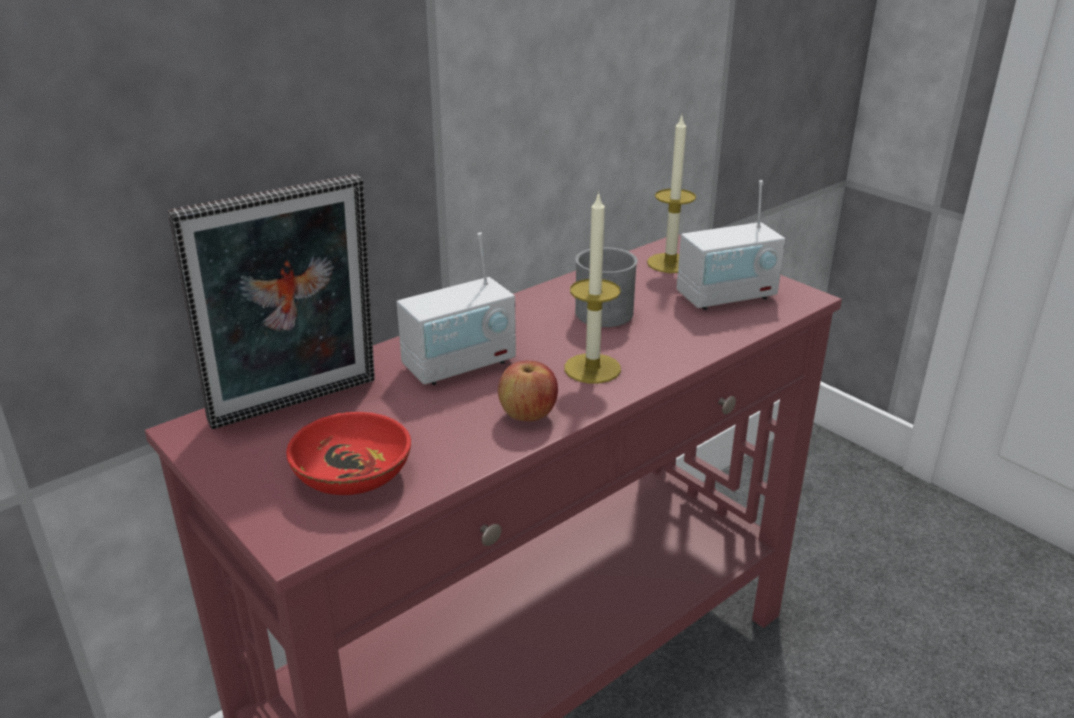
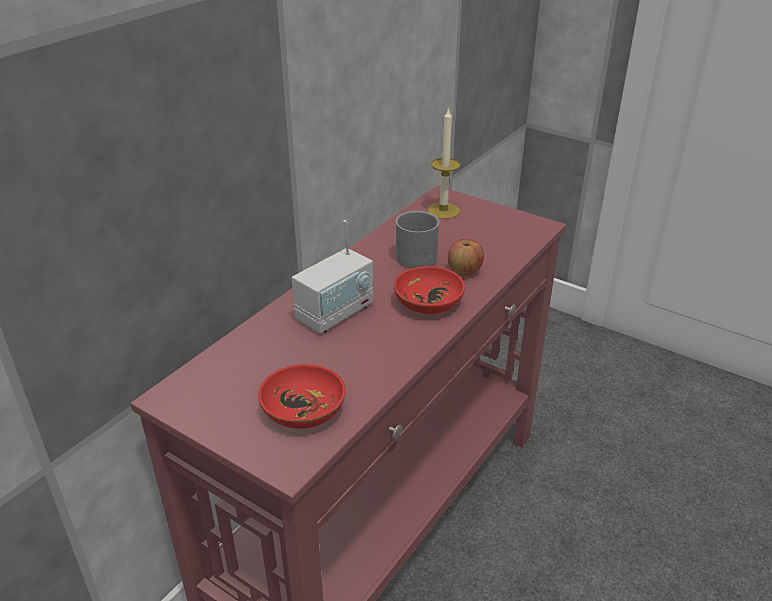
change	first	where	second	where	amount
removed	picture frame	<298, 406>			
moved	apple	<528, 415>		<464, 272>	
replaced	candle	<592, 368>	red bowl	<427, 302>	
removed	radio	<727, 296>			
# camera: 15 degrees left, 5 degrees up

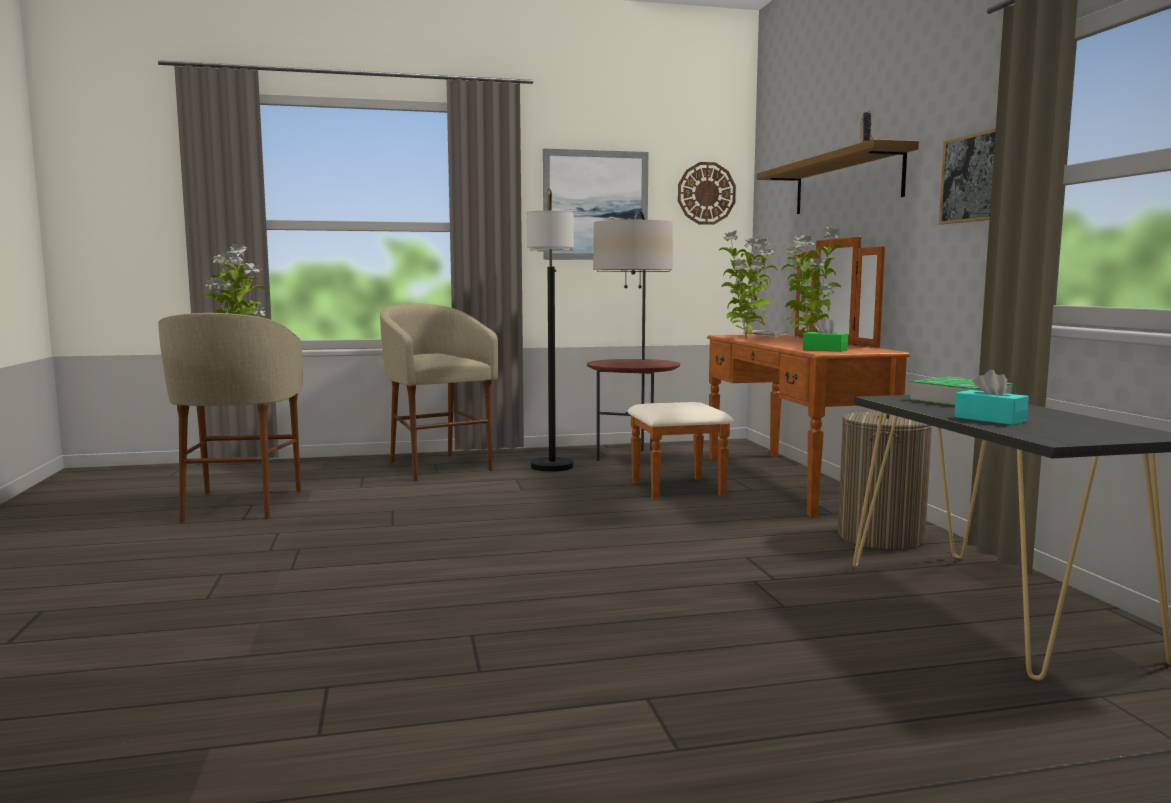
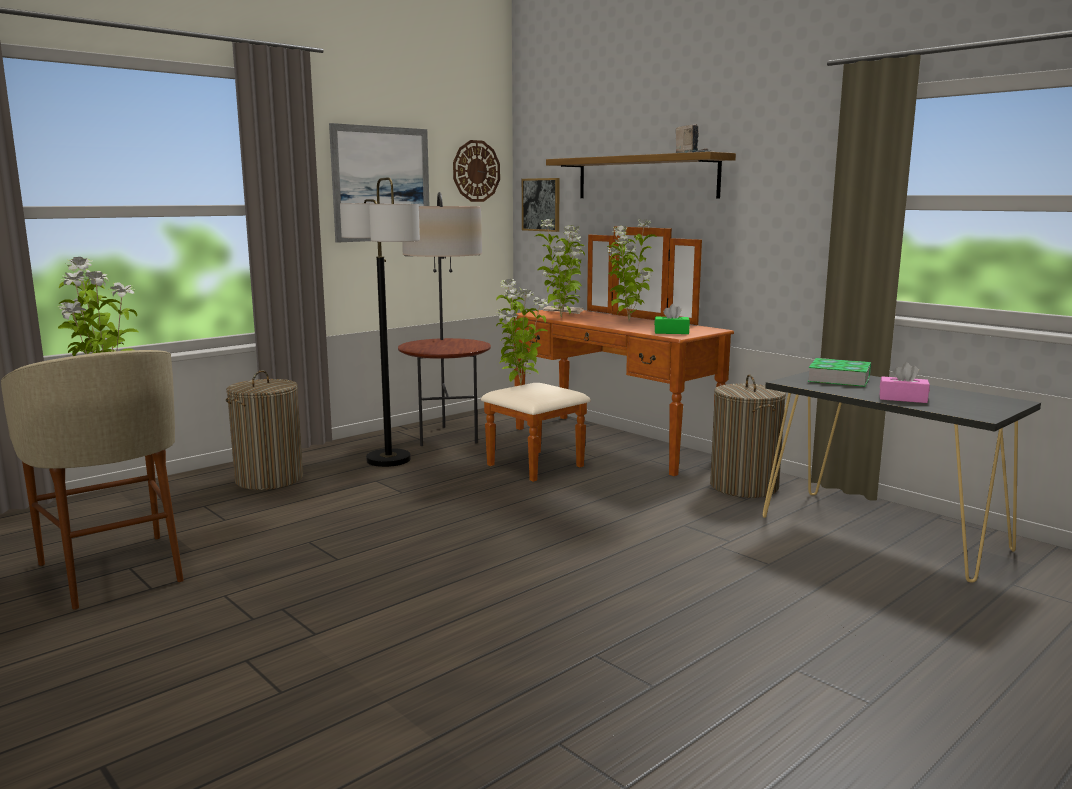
change	first	where	second	where	amount
replaced	beige stool	<437, 466>	laundry basket	<269, 479>	
moved	picture	<973, 178>		<541, 204>	
recoloured	turquoise tissue box	<990, 419>	pink tissue box	<903, 398>	
added			potted plant	<519, 385>	
# camera: 30 degrees left, 5 degrees up

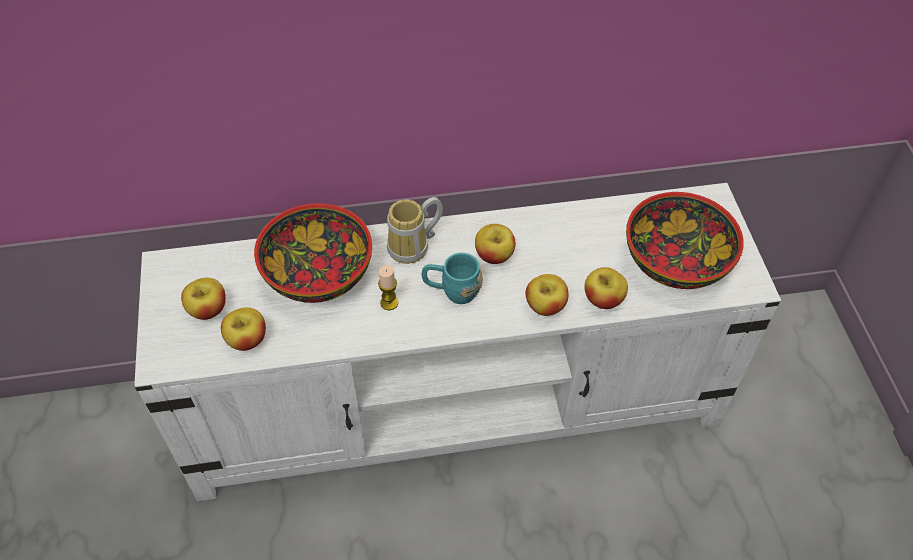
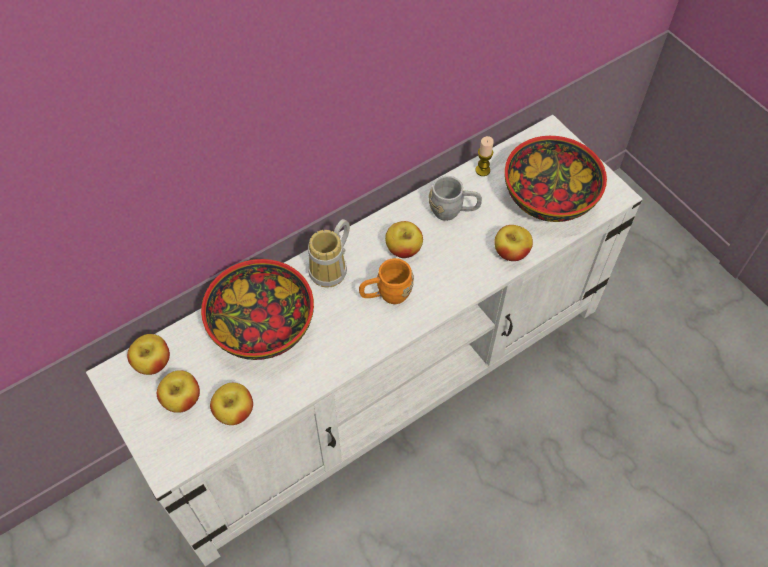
change	first	where	second	where	amount
moved	candle	<389, 303>		<482, 170>	
recoloured	turquoise mug	<452, 291>	orange mug	<386, 295>	
moved	apple	<545, 306>		<153, 363>	
added			grey mug	<453, 211>	
# camera: 25 degrees left, 5 degrees up

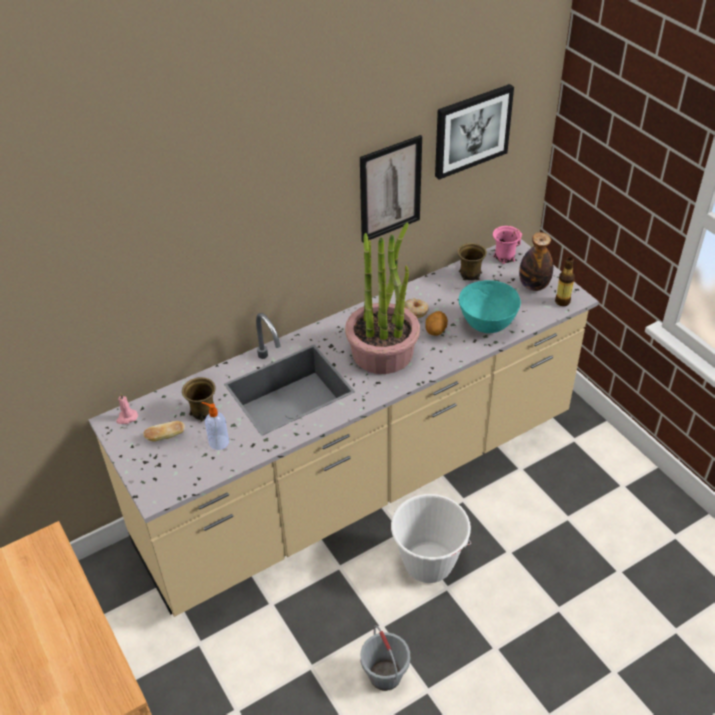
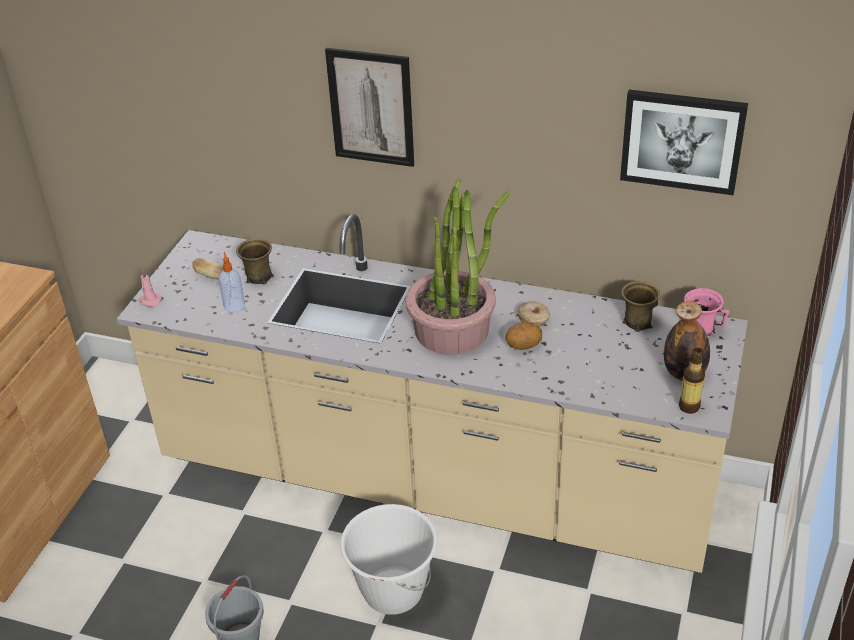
change	first	where	second	where	amount
moved	pink candle	<127, 418>		<149, 301>	
moved	picture	<390, 189>		<371, 107>	
removed	turquoise bowl	<487, 325>			
# camera: 50 degrees right, 5 degrees down

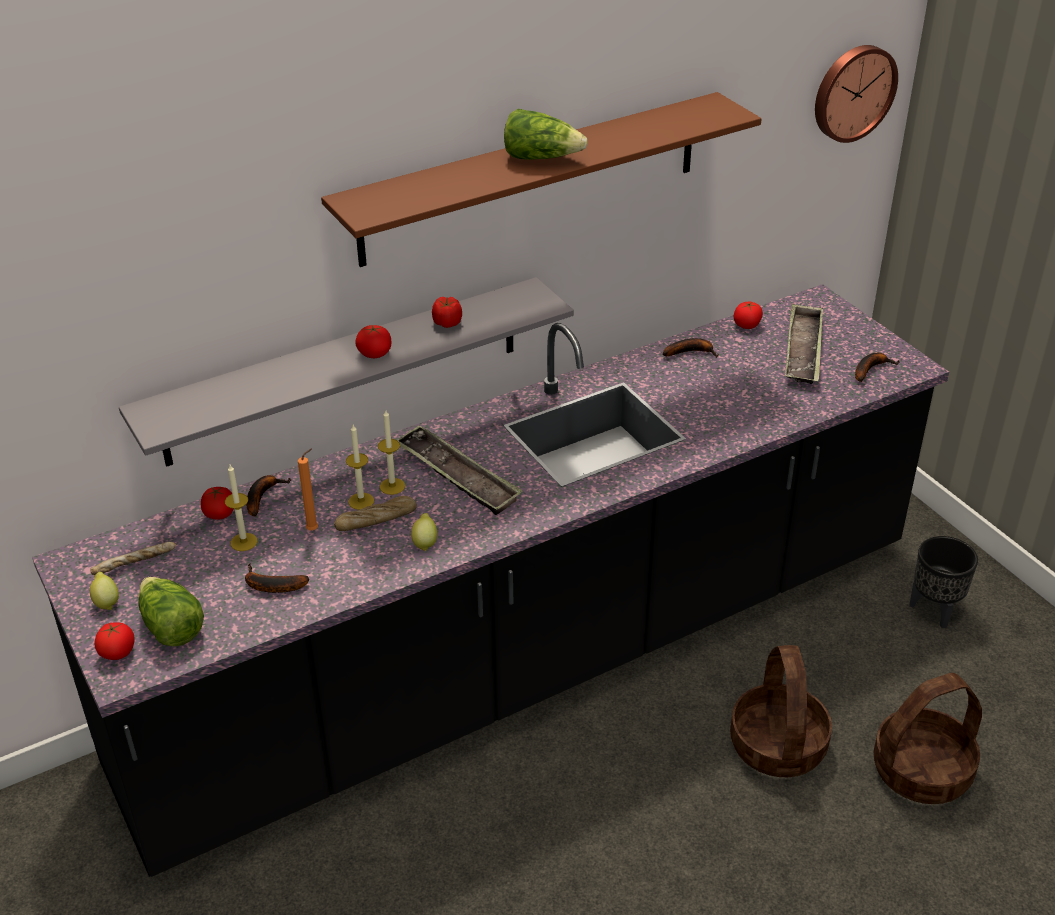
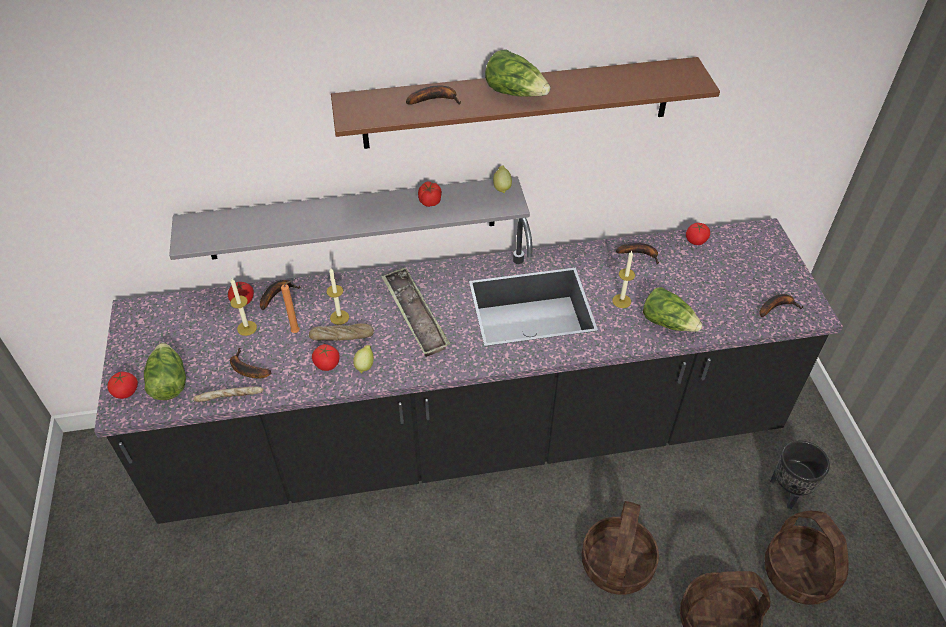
change	first	where	second	where	amount
moved	bread	<135, 565>		<230, 398>	
moved	lemon	<106, 602>		<502, 187>	
moved	tomato	<374, 353>		<327, 364>	
moved	candle	<392, 486>		<621, 301>	
removed	tray	<803, 350>			
removed	wall clock	<852, 92>			
added			banana	<435, 99>	
added			lettuce	<668, 322>	
added			basket	<800, 573>	
# camera: 20 degrees right, 10 degrees up

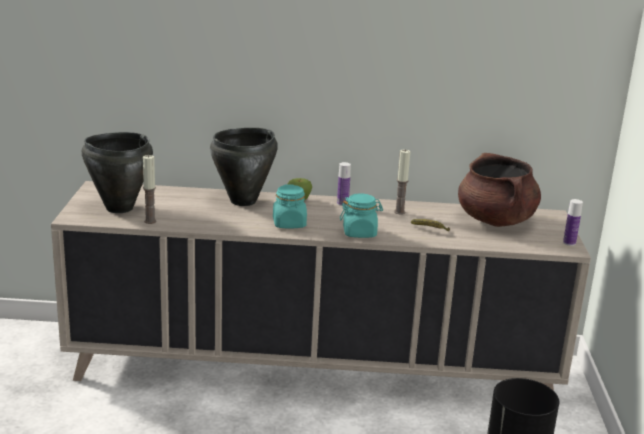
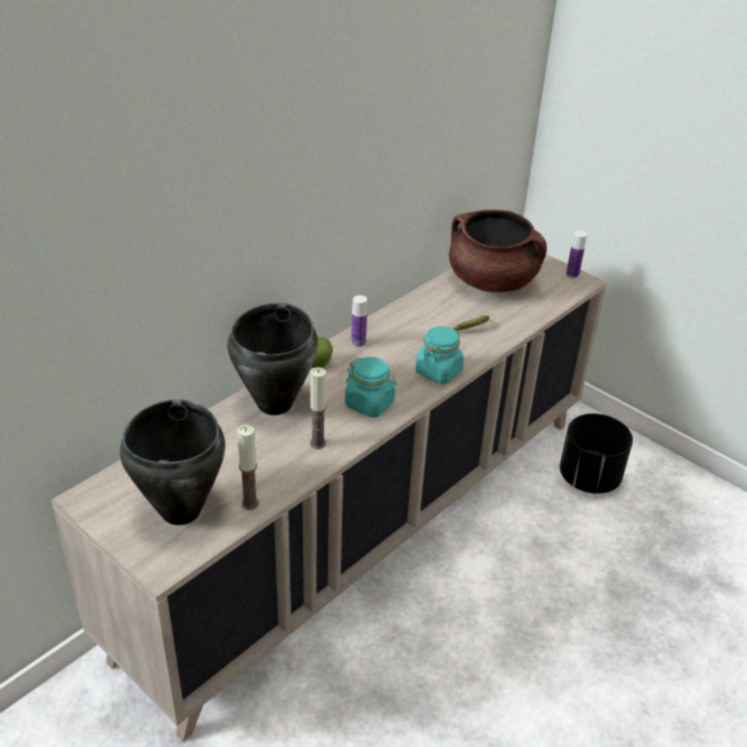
change	first	where	second	where	amount
moved	candle	<399, 212>		<318, 443>	
# camera: 50 degrees left, 15 degrees up

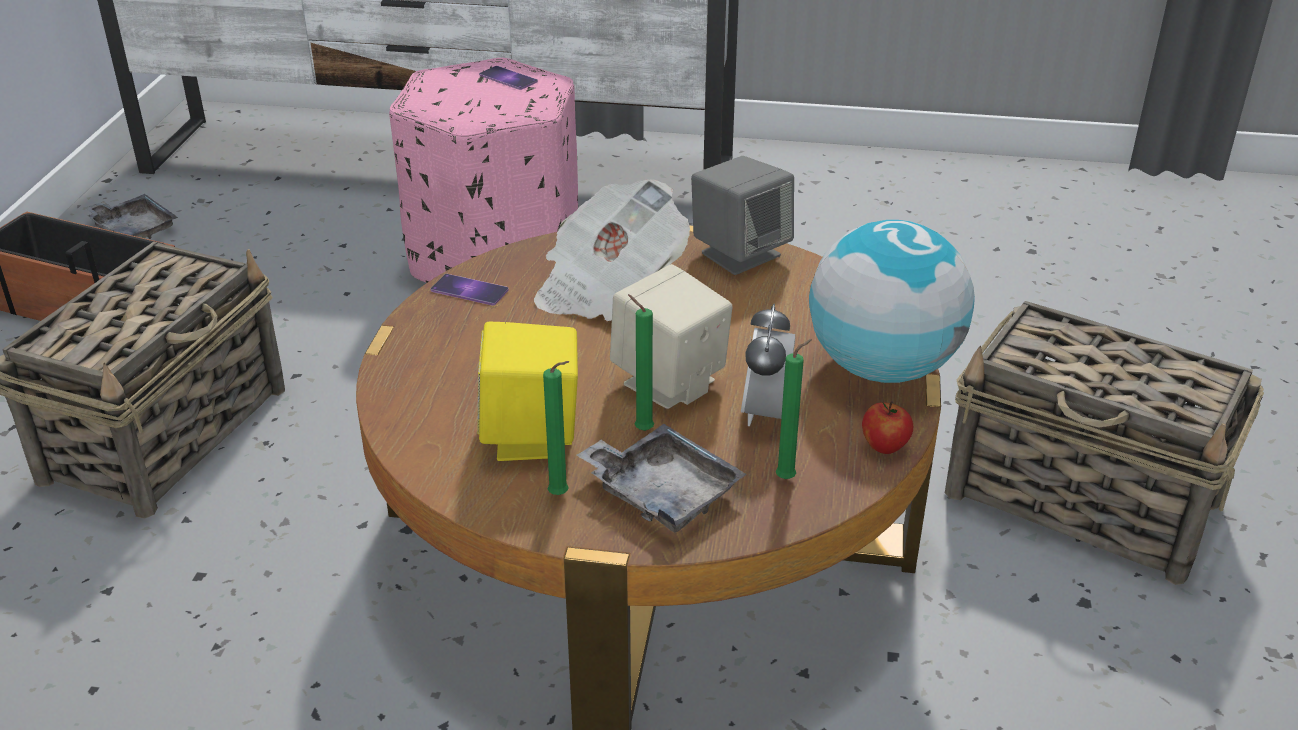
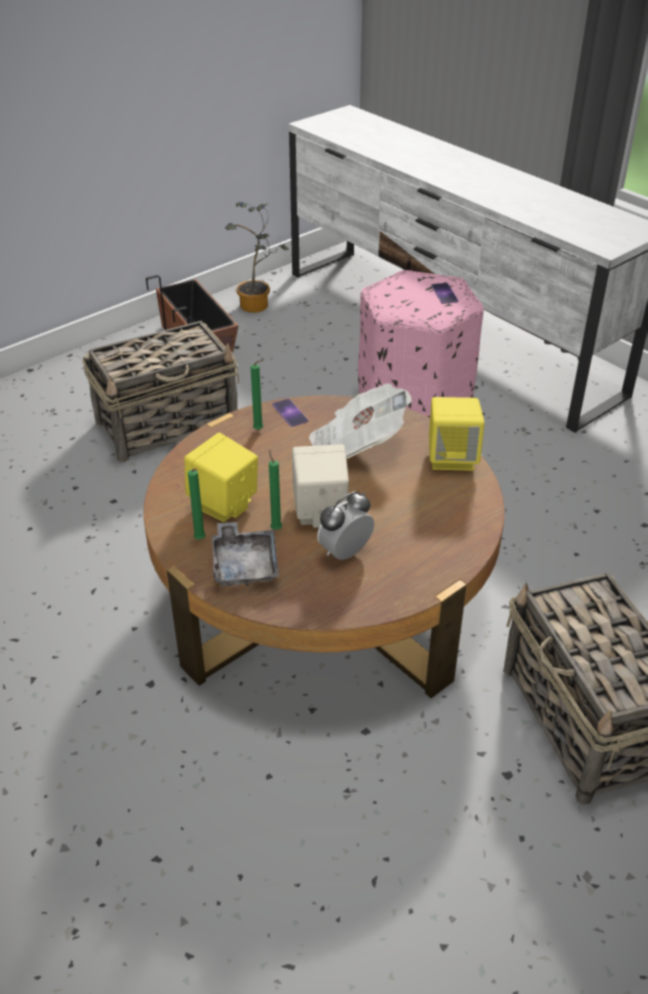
change	first	where	second	where	amount
replaced	grey tray	<133, 229>	potted plant	<258, 307>	
recoloured	grey speaker	<740, 254>	yellow speaker	<452, 458>	
moved	green candle	<788, 478>		<260, 430>	
removed	globe	<882, 367>			
removed	apple	<885, 447>			
# camera: 40 degrees right, 5 degrees up

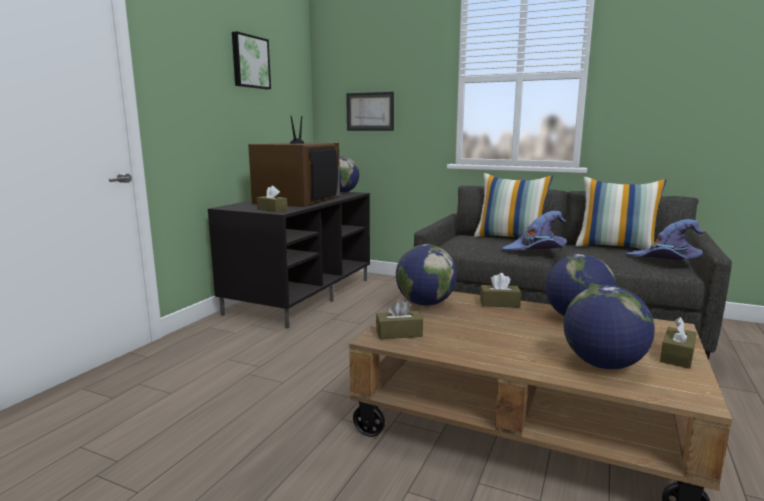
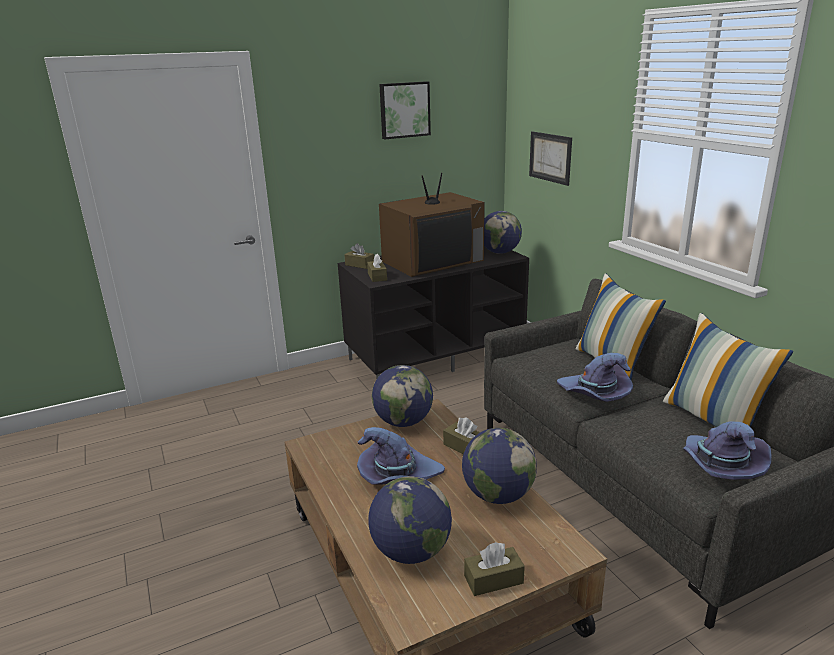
change	first	where	second	where	amount
moved	brown tissue box	<399, 333>		<359, 265>	
added			purple hat	<397, 474>	
# camera: 40 degrees right, 10 degrees up

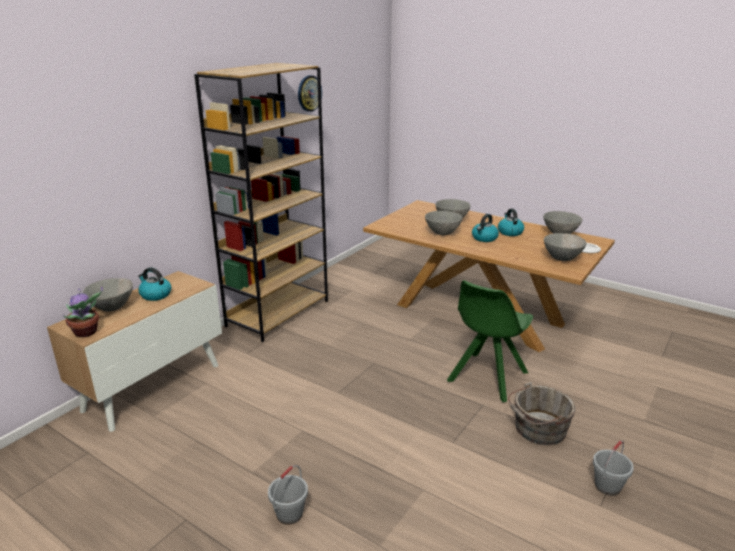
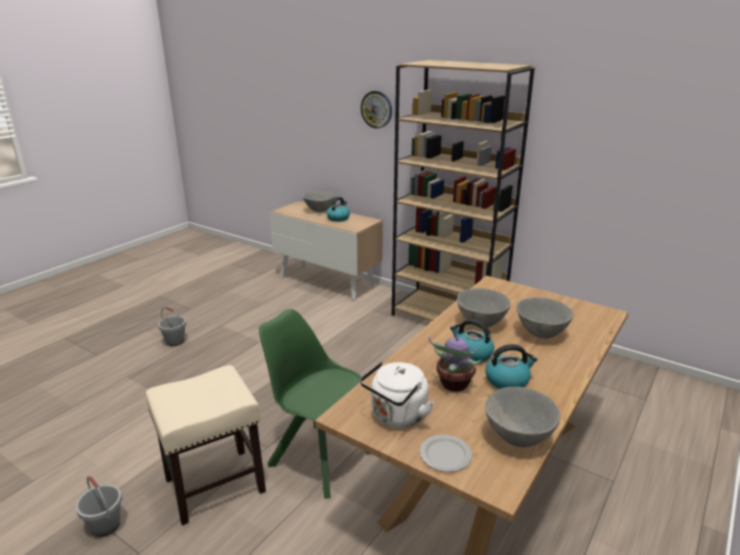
change	first	where	second	where	amount
moved	potted plant	<86, 332>		<453, 385>	
moved	wall clock	<309, 93>		<376, 109>	
replaced	grey bucket	<537, 429>	beige stool	<213, 486>	
replaced	grey bowl	<562, 259>	white kettle	<396, 416>	
# camera: 90 degrees right, 0 degrees up

